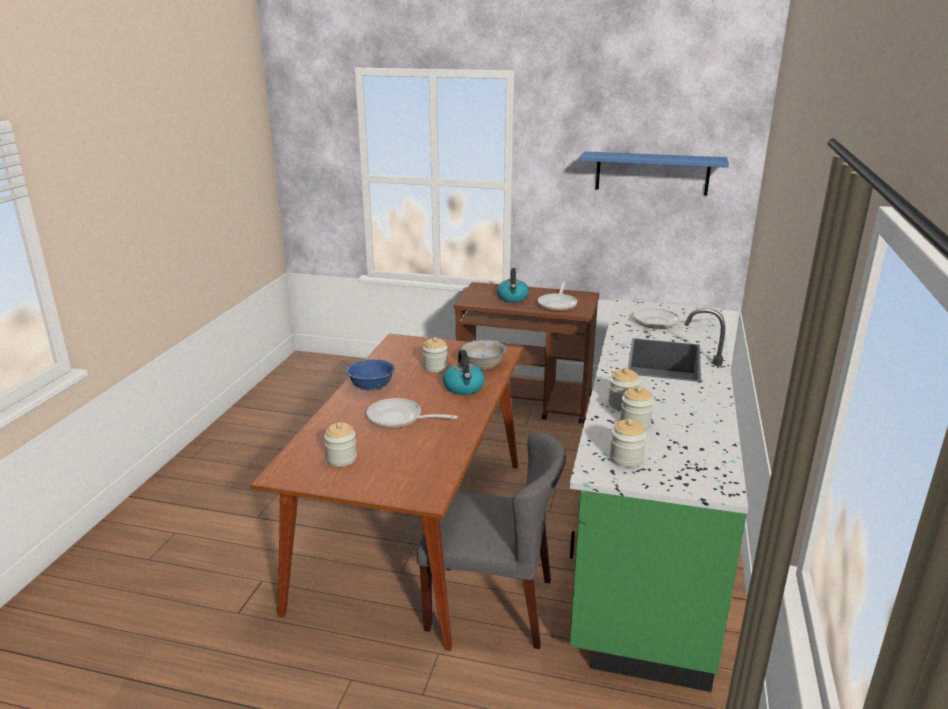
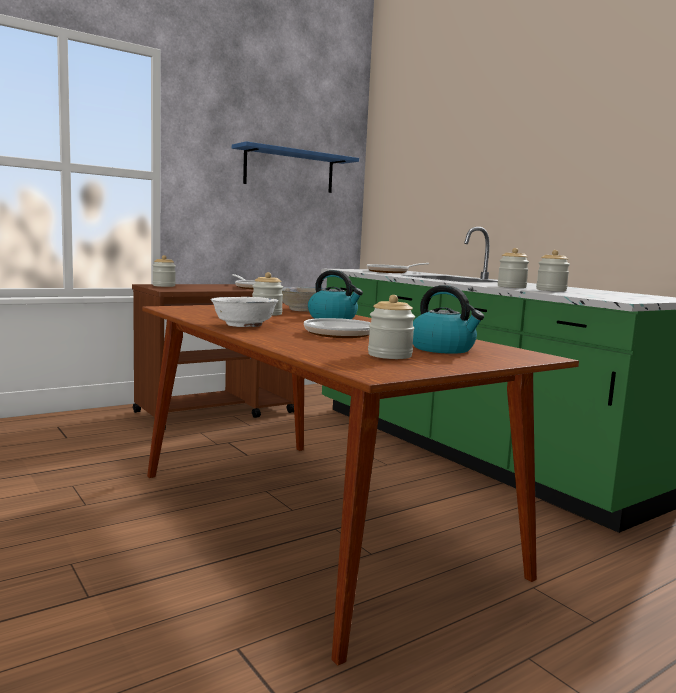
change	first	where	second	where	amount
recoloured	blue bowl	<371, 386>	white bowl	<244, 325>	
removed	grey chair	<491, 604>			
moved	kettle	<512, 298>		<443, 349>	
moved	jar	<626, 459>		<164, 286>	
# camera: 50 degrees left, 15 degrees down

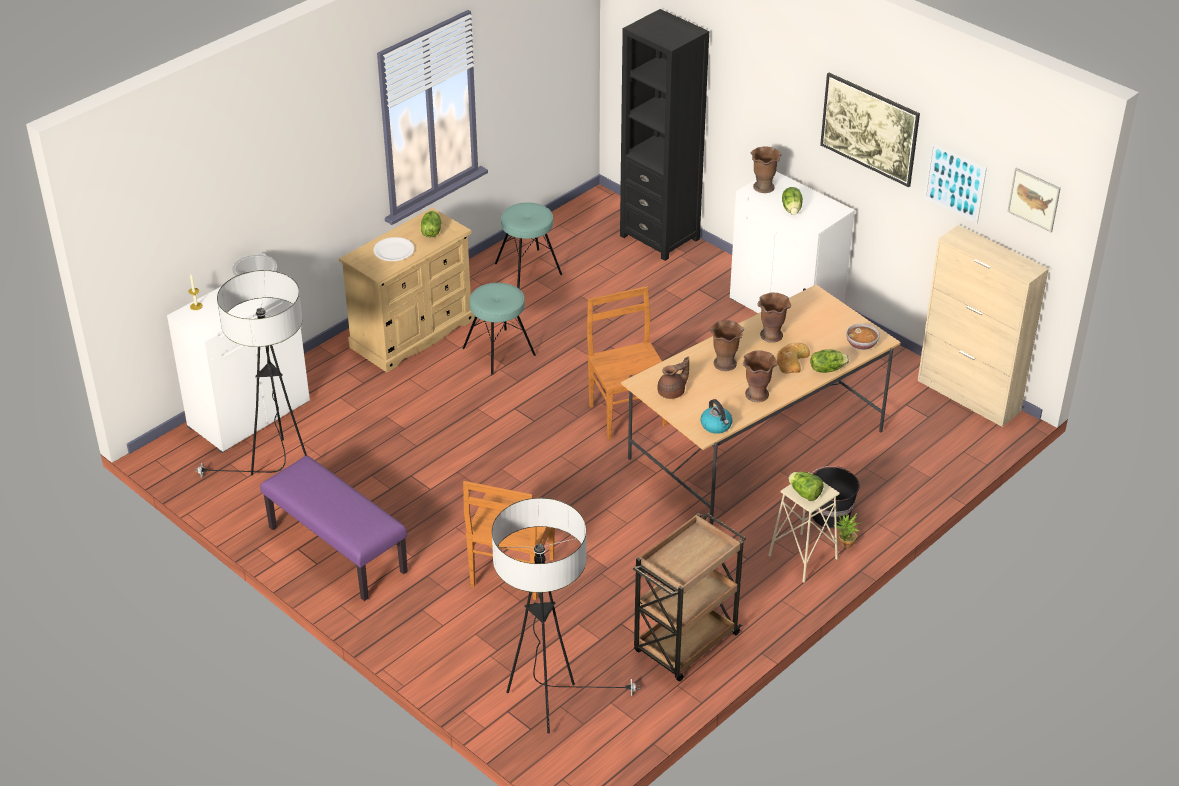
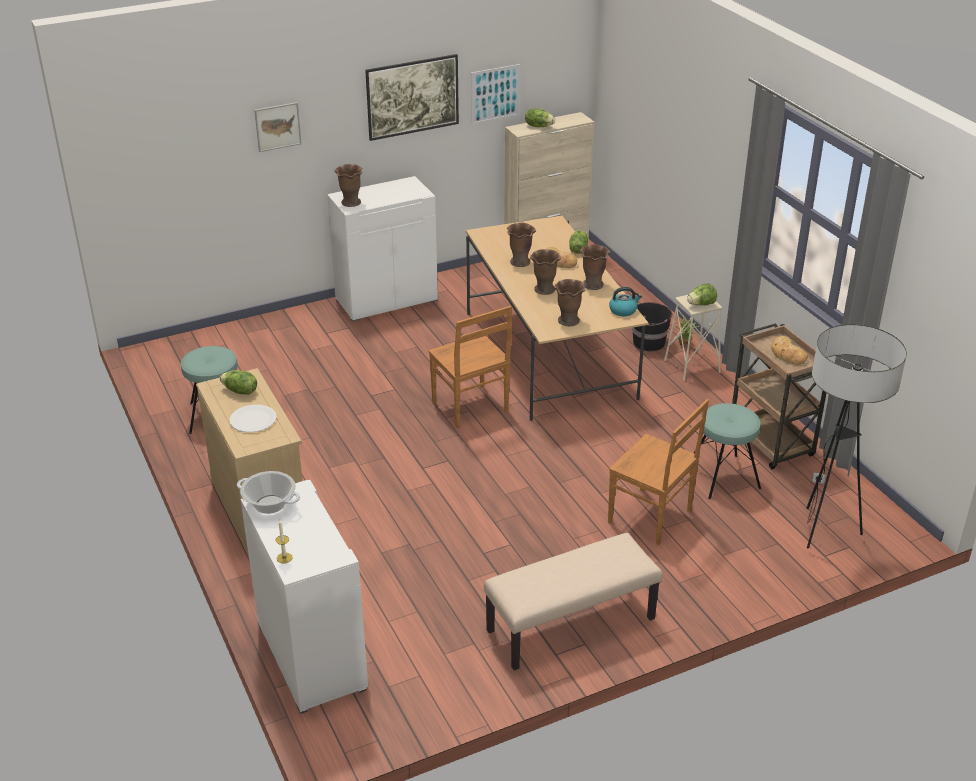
change	first	where	second	where	amount
removed	floor lamp	<278, 466>			
recoloured	purple bench	<336, 550>	beige bench	<571, 626>	
moved	turquoise stool	<498, 352>		<722, 477>	
turned	brown chair	<627, 414>		<471, 408>	120 degrees counterclockwise
removed	black bookcase	<660, 237>			
replaced	brown teapot	<672, 392>	brown vase	<568, 320>	
moved	lettuce	<792, 209>		<539, 126>	
removed	bowl	<862, 344>			
moved	picture	<1034, 199>		<277, 126>	
added			bread	<787, 354>	
# camera: 70 degrees left, 5 degrees down

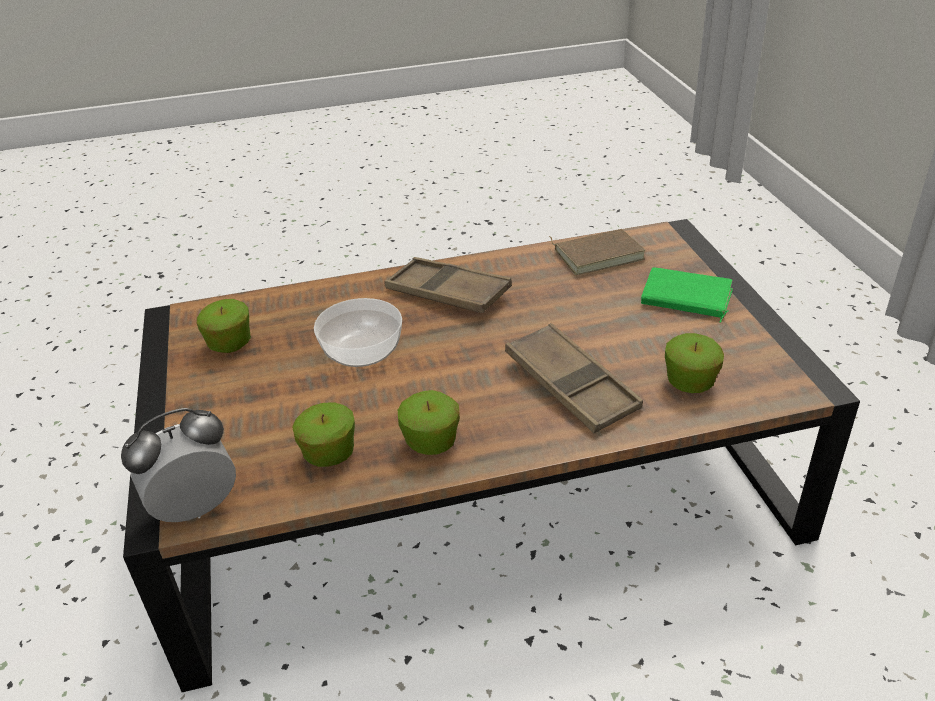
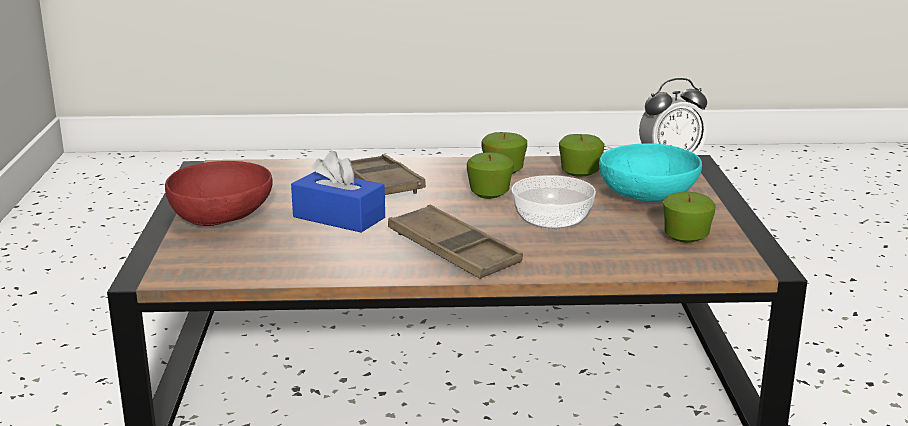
change	first	where	second	where	amount
removed	brown book	<598, 254>			
replaced	green book	<685, 299>	red bowl	<223, 220>	
moved	apple	<690, 383>		<489, 194>	
added			blue tissue box	<339, 217>	
added			turquoise bowl	<648, 199>	
# camera: 170 degrees left, 15 degrees down

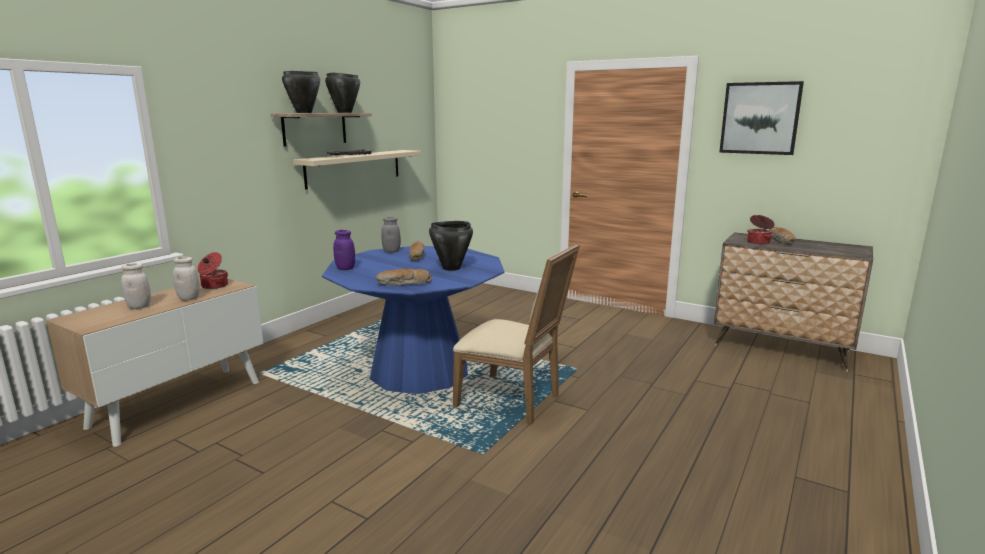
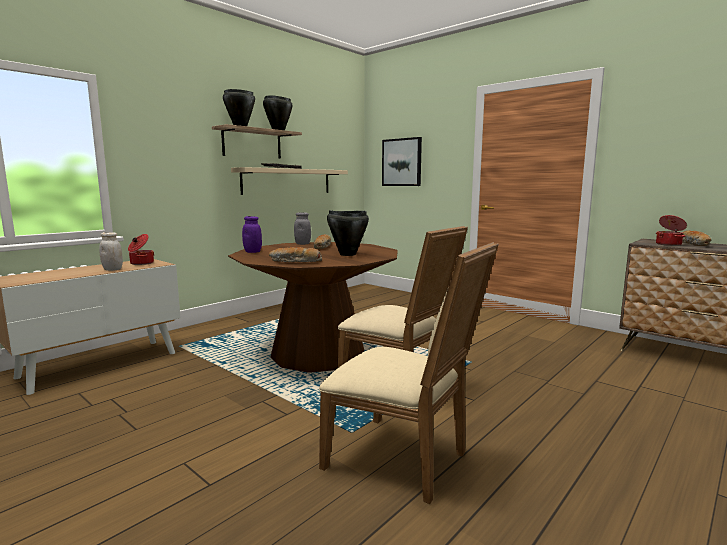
change	first	where	second	where	amount
removed	white jar	<139, 306>			
recoloured	blue dining table	<419, 371>	brown dining table	<318, 354>	
moved	picture	<760, 118>		<402, 162>	
added			beige chair	<404, 460>	
# camera: 10 degrees right, 5 degrees down

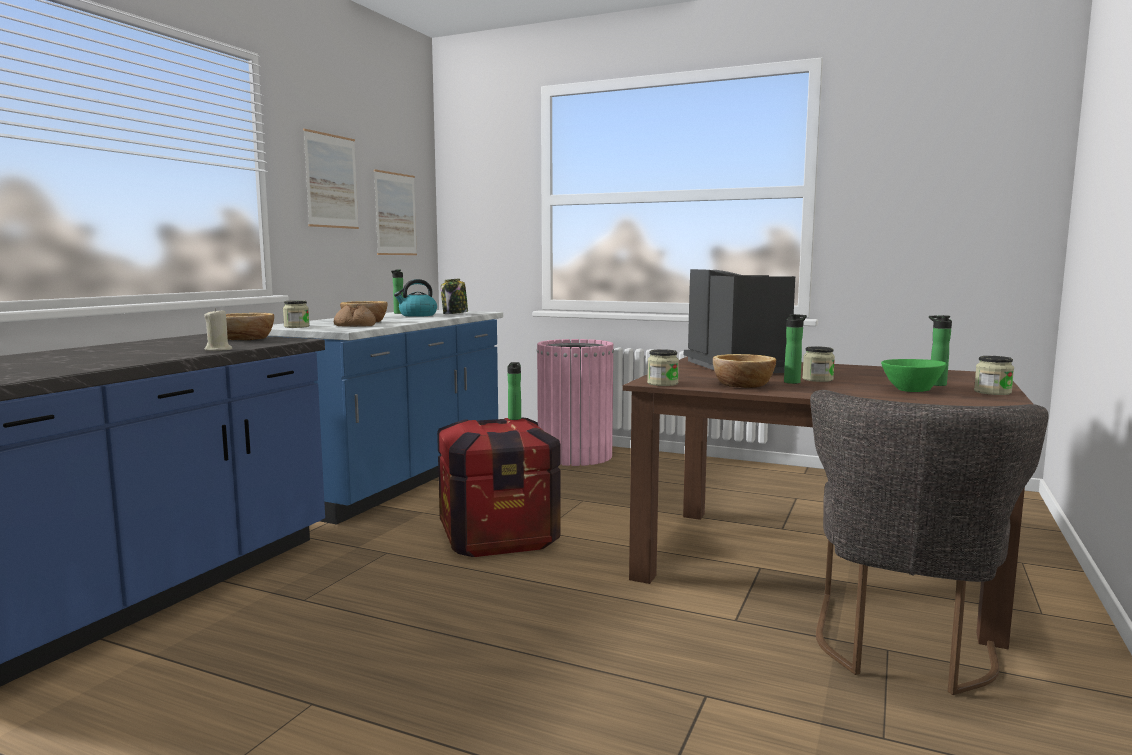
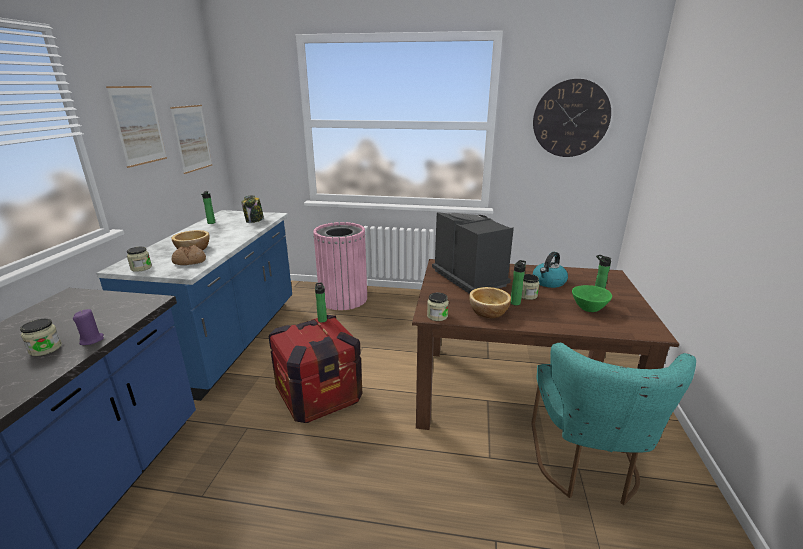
change	first	where	second	where	amount
recoloured	beige candle	<218, 349>	purple candle	<92, 340>	
removed	bowl	<247, 339>			
moved	kettle	<417, 315>		<548, 282>	
recoloured	grey chair	<903, 648>	turquoise chair	<586, 466>	
moved	jar	<992, 392>		<45, 349>	
added			wall clock	<571, 119>	
# camera: 15 degrees left, 15 degrees up

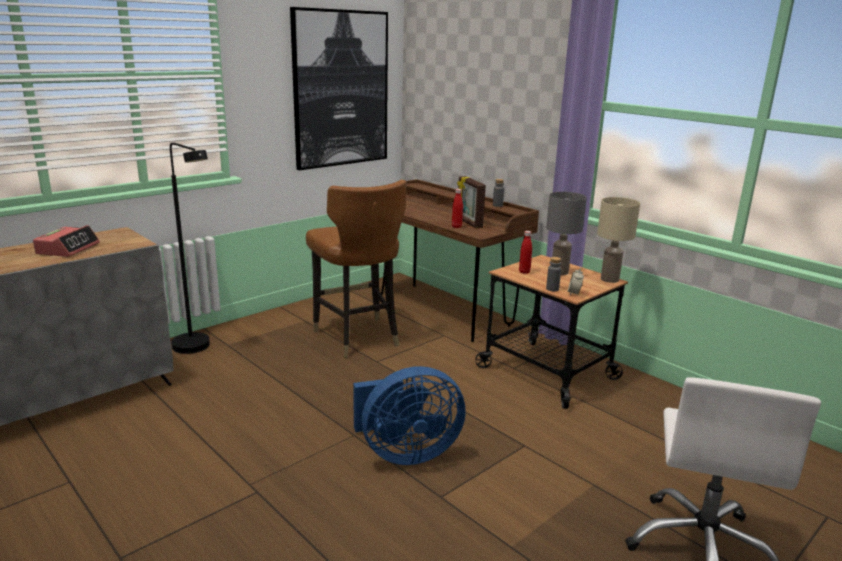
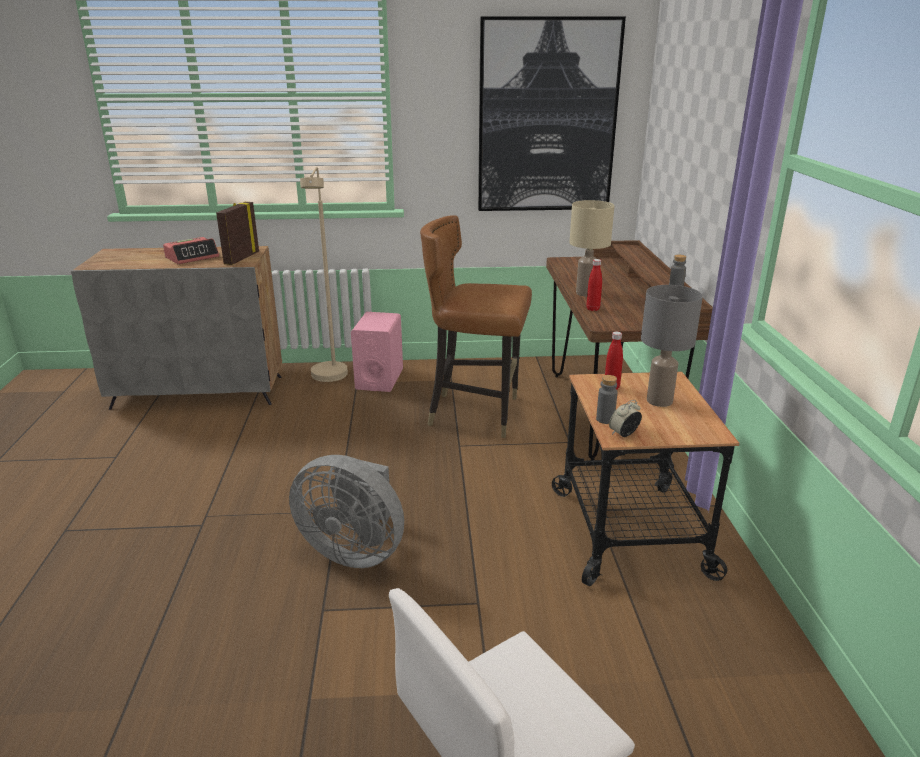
change	first	where	second	where	amount
recoloured	black floor lamp	<197, 348>	beige floor lamp	<330, 378>	
turned	brown chair	<357, 337>		<476, 413>	90 degrees clockwise
recoloured	blue fan	<405, 453>	grey fan	<354, 550>	
moved	picture frame	<468, 223>		<241, 258>	
moved	beige table lamp	<609, 279>		<585, 293>	
added			pink speaker	<379, 379>	
# camera: 40 degrees right, 5 degrees up

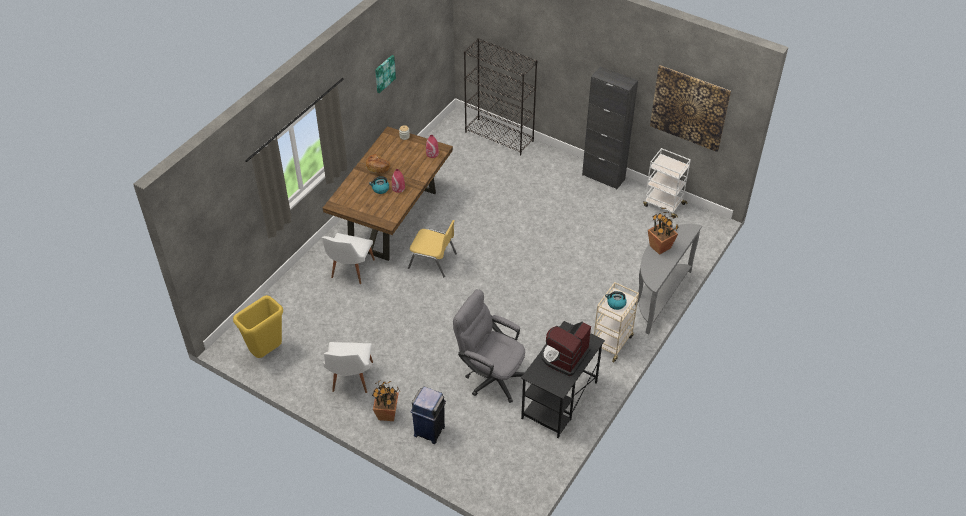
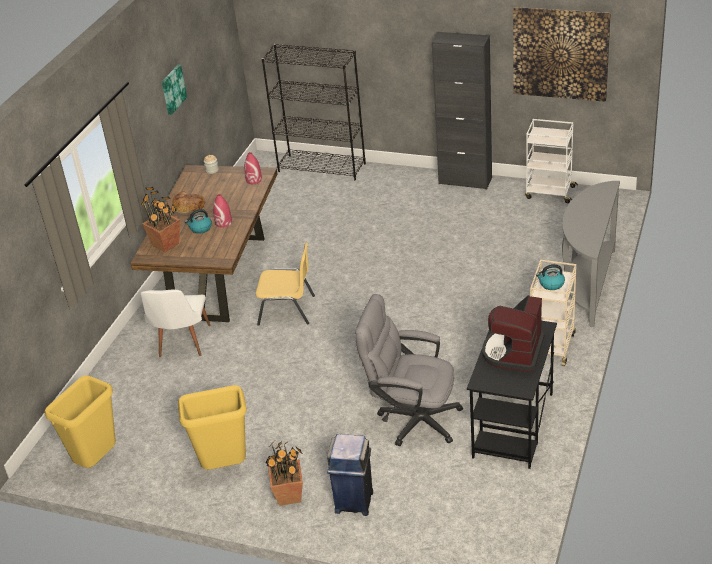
change	first	where	second	where	amount
replaced	white chair	<350, 380>	yellow trash can	<224, 468>	
moved	potted plant	<660, 247>		<166, 244>	
# camera: 10 degrees left, 10 degrees down

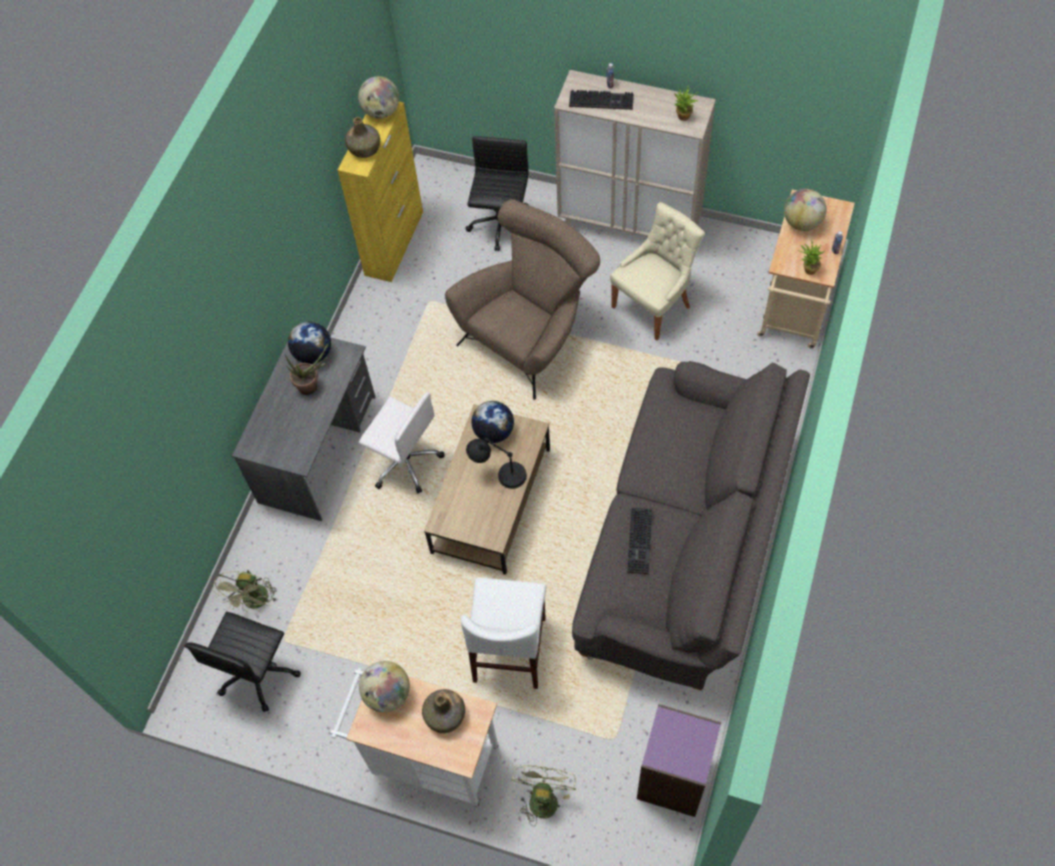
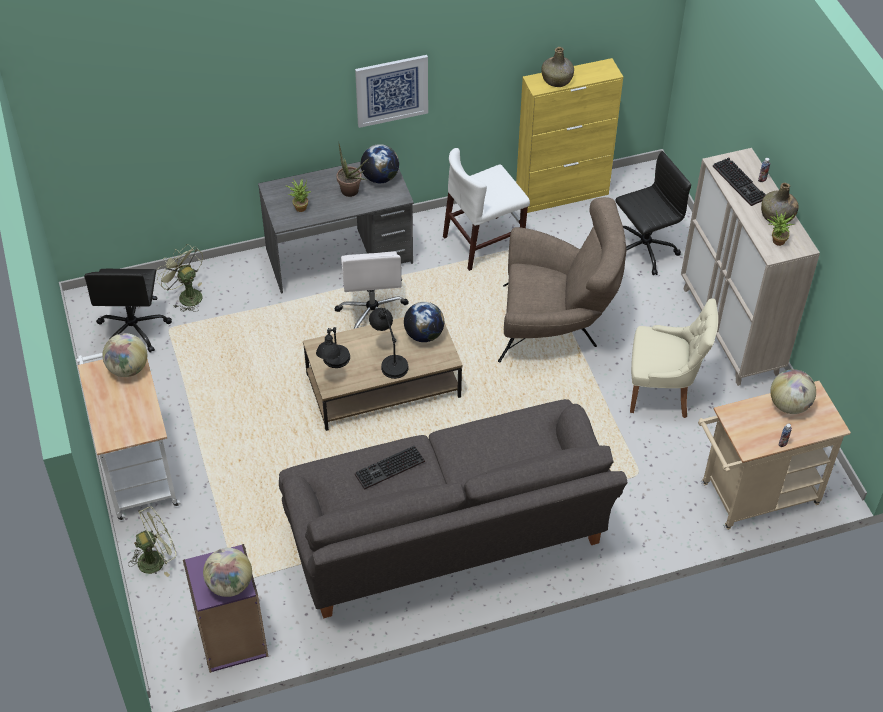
change	first	where	second	where	amount
turned	black office chair	<258, 672>		<134, 329>	75 degrees counterclockwise
turned	green fan	<255, 602>		<186, 295>	75 degrees clockwise
moved	globe	<381, 112>		<229, 584>	
moved	green bottle	<445, 715>		<777, 216>	
moved	white chair	<509, 649>		<483, 242>	
moved	potted plant	<807, 269>		<300, 206>	
added			black table lamp	<334, 367>	
added			picture	<391, 90>	
# camera: 50 degrees right, 10 degrees down

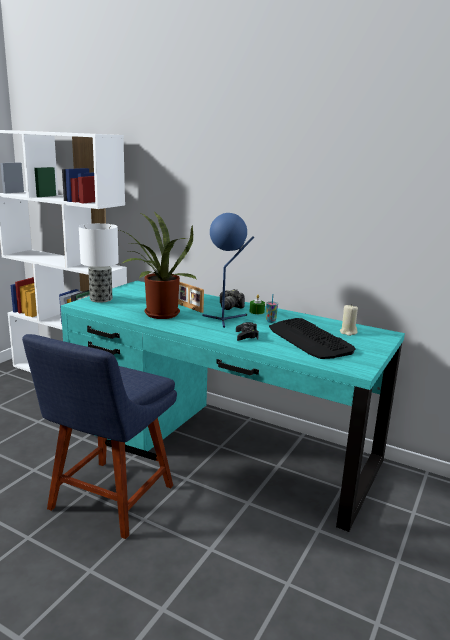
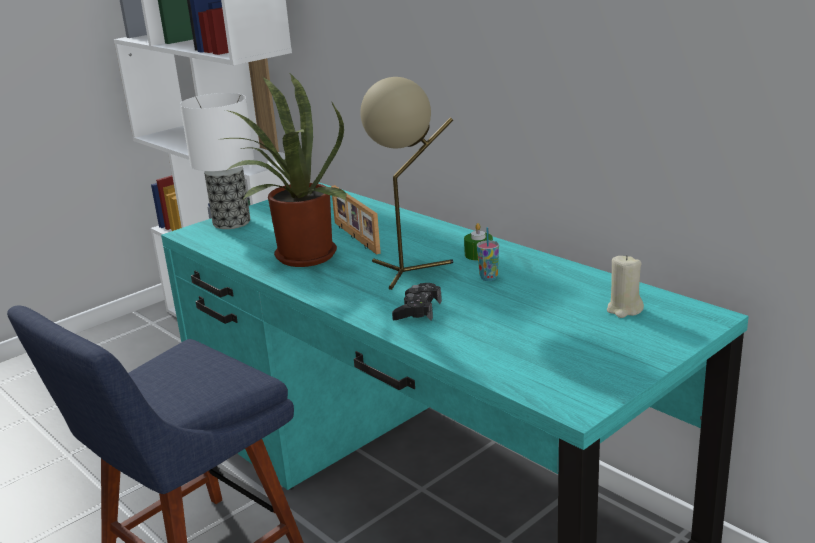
change	first	where	second	where	amount
recoloured	blue table lamp	<226, 319>	beige table lamp	<408, 270>	
removed	photo camera	<230, 307>			
removed	keyboard	<309, 339>			
# camera: 20 degrees right, 5 degrees up

